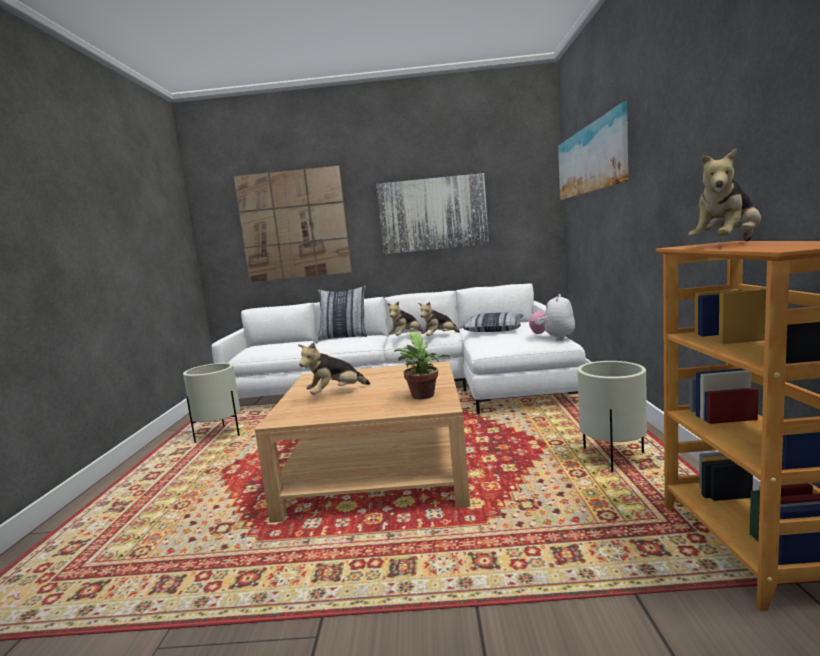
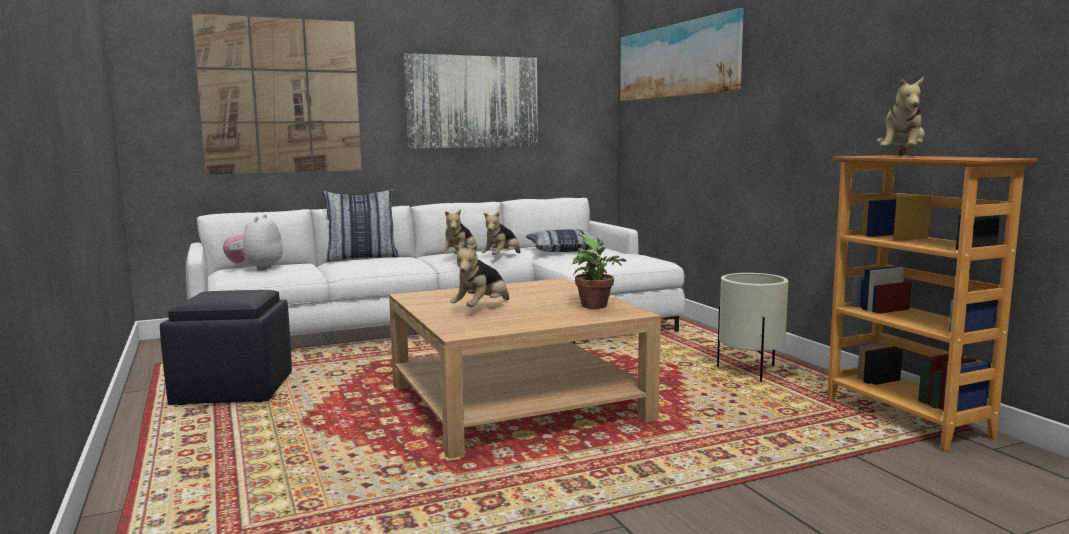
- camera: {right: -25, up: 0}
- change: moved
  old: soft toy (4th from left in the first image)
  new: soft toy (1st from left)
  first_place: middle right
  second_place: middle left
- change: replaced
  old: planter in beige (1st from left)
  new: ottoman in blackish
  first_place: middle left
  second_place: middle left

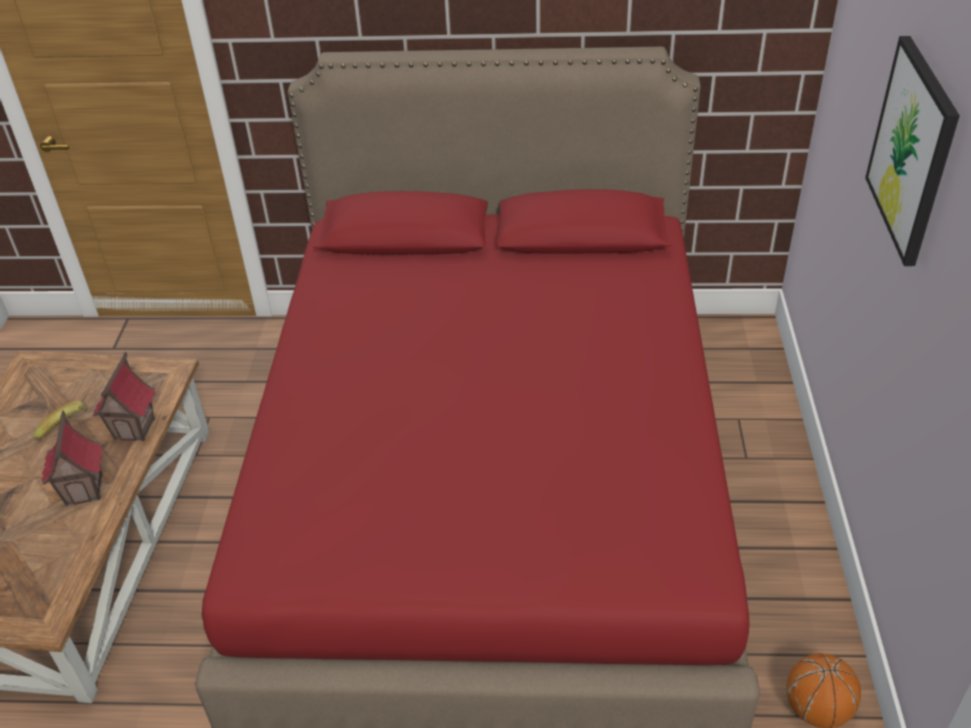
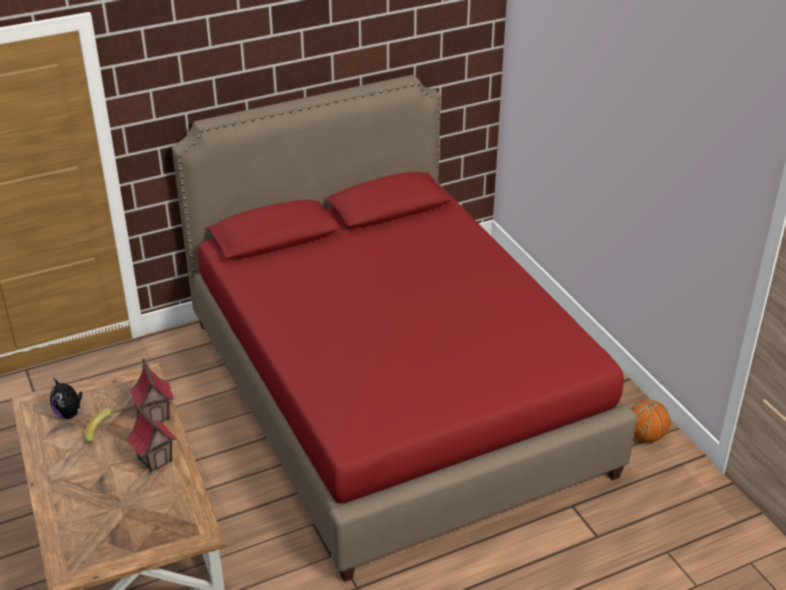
- camera: {right: -30, up: -5}
- change: removed
  old: picture
  first_place: top right
- change: added
  new: soft toy
  second_place: bottom left

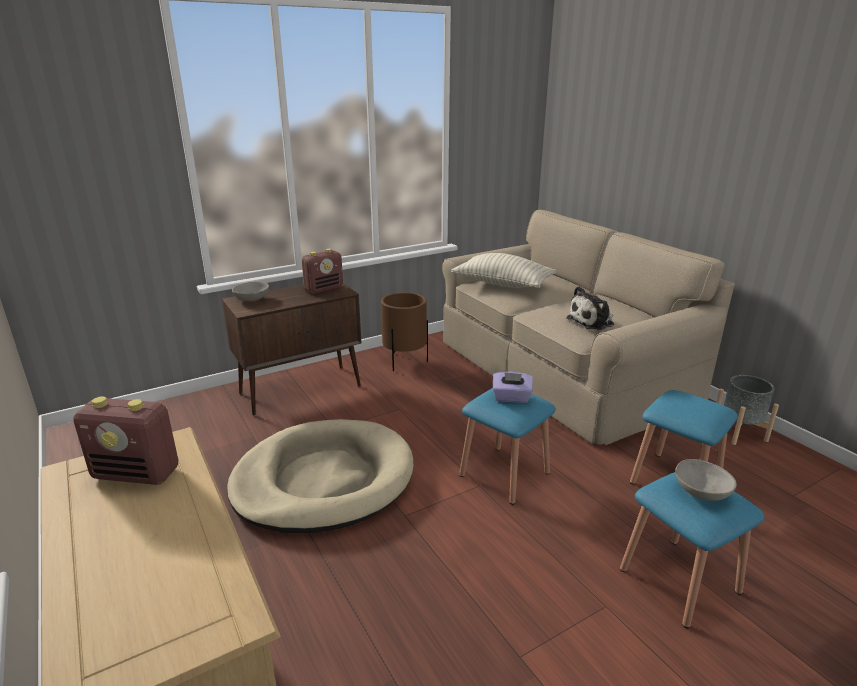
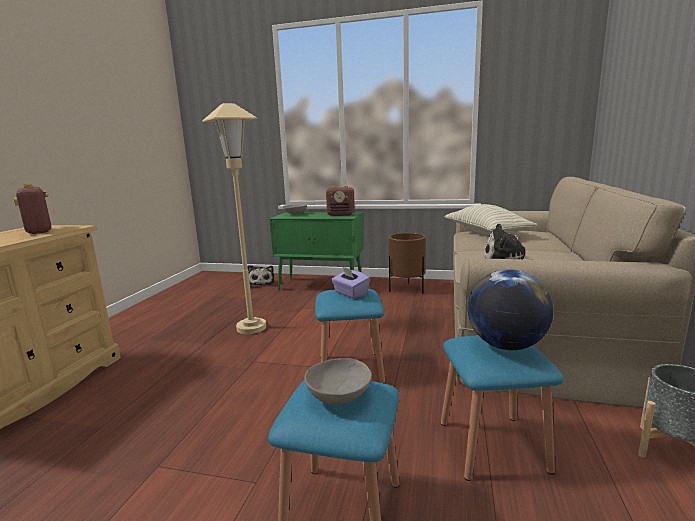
- camera: {right: 45, up: -10}
- change: recoloured
  old: cupboard in brownish
  new: cupboard in greenish
  first_place: centre
  second_place: centre
- change: replaced
  old: dog bed in beige
  new: standing lamp in beige
  first_place: bottom centre
  second_place: centre
- change: added
  new: soft toy (1st from left)
  second_place: centre
- change: added
  new: desk globe
  second_place: middle right

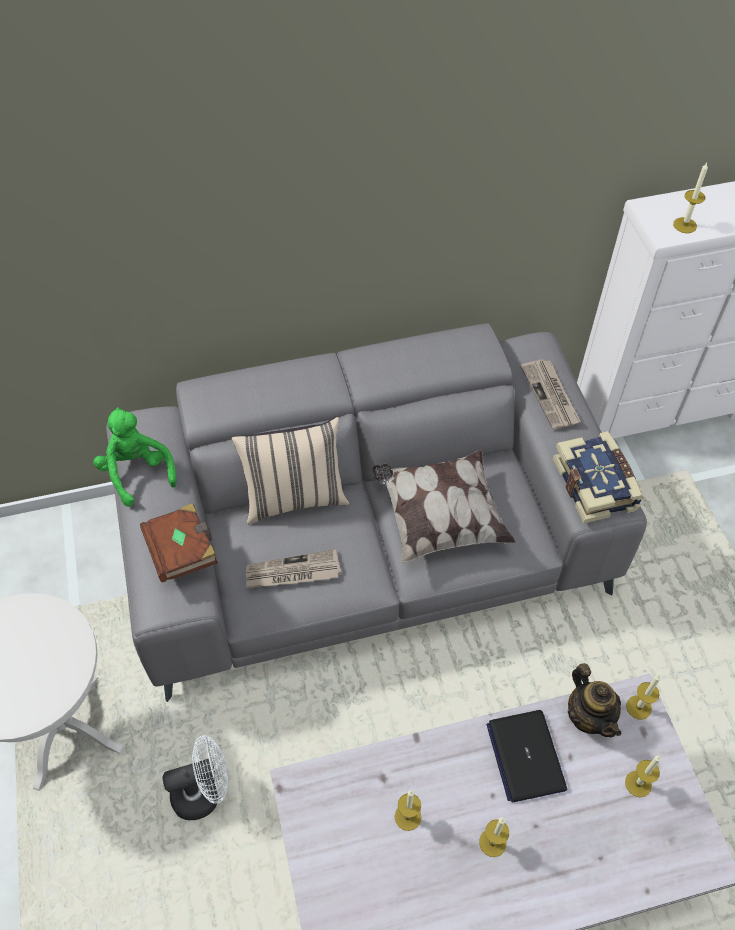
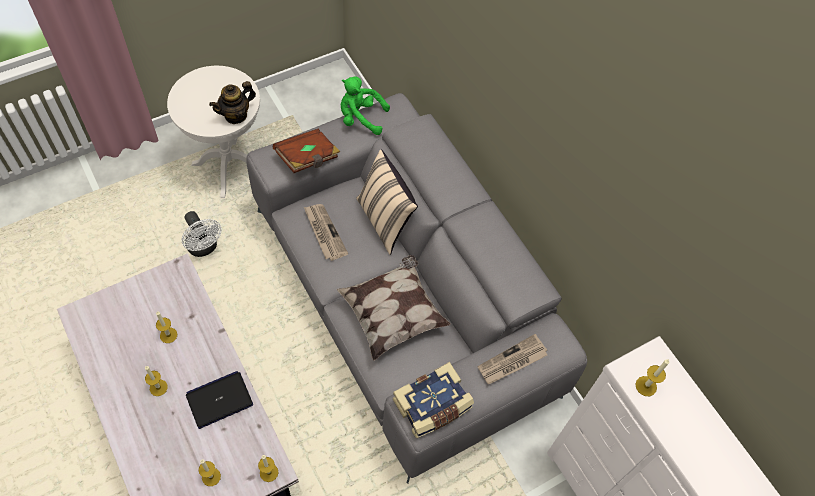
- camera: {right: 70, up: 5}
- change: turned
  old: soft toy in greenish
  first_place: middle left
  second_place: top centre
  degrees: -120
- change: moved
  old: teapot
  first_place: bottom right
  second_place: top left

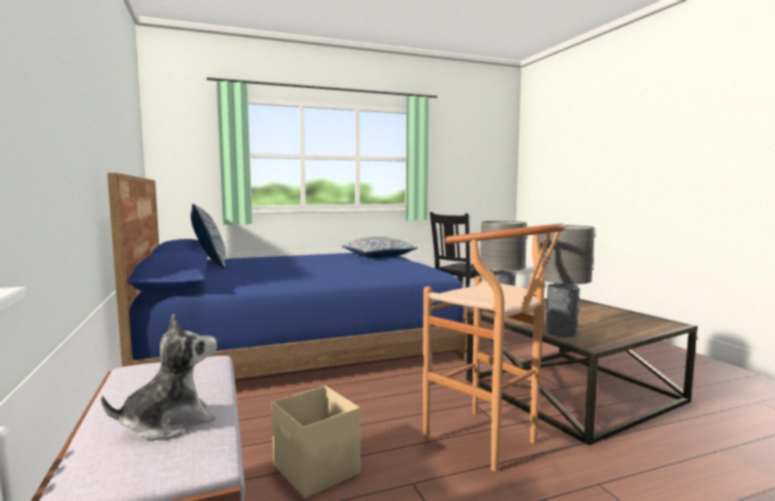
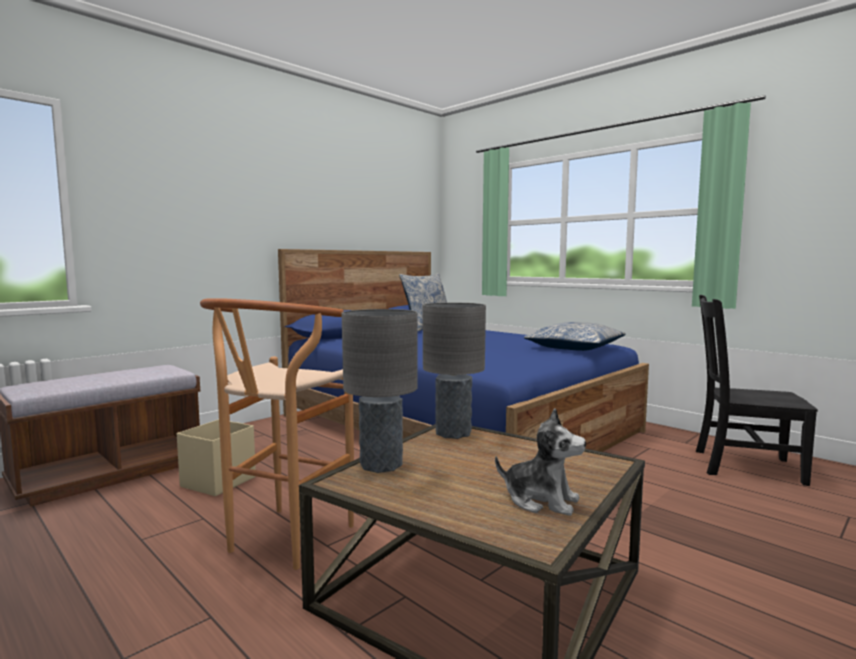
- camera: {right: 65, up: 0}
- change: moved
  old: soft toy
  first_place: bottom left
  second_place: bottom centre

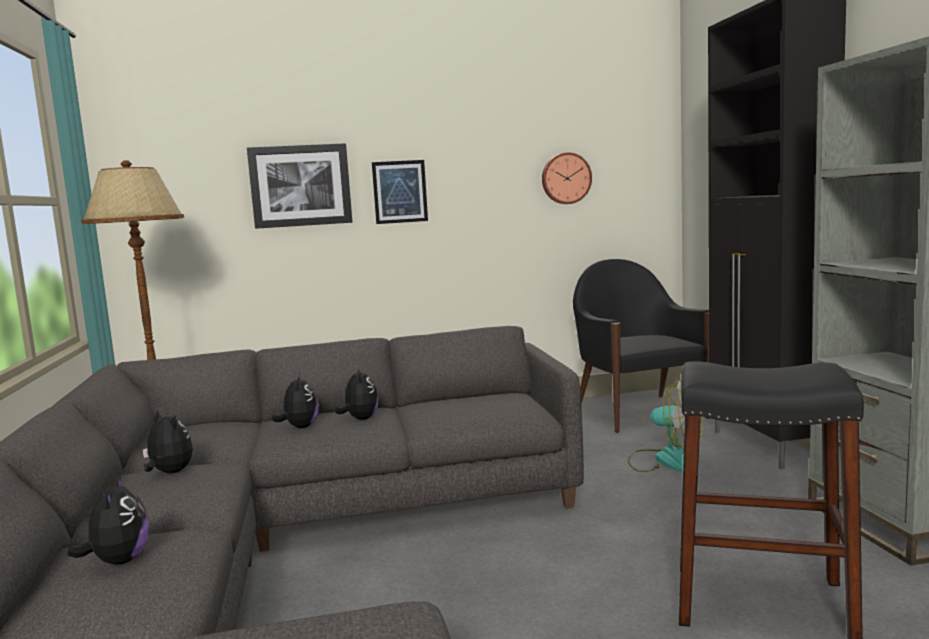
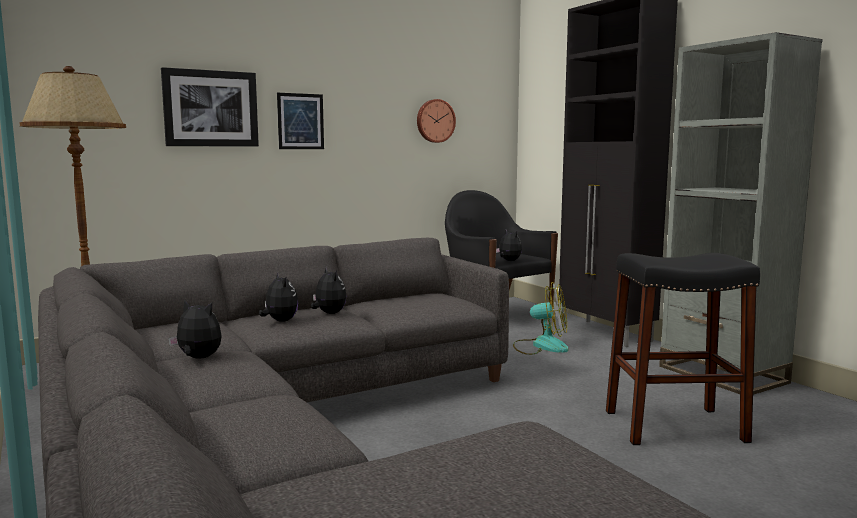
- camera: {right: -20, up: 0}
- change: moved
  old: soft toy (1st from left in the first image)
  new: soft toy (4th from left)
  first_place: bottom left
  second_place: centre

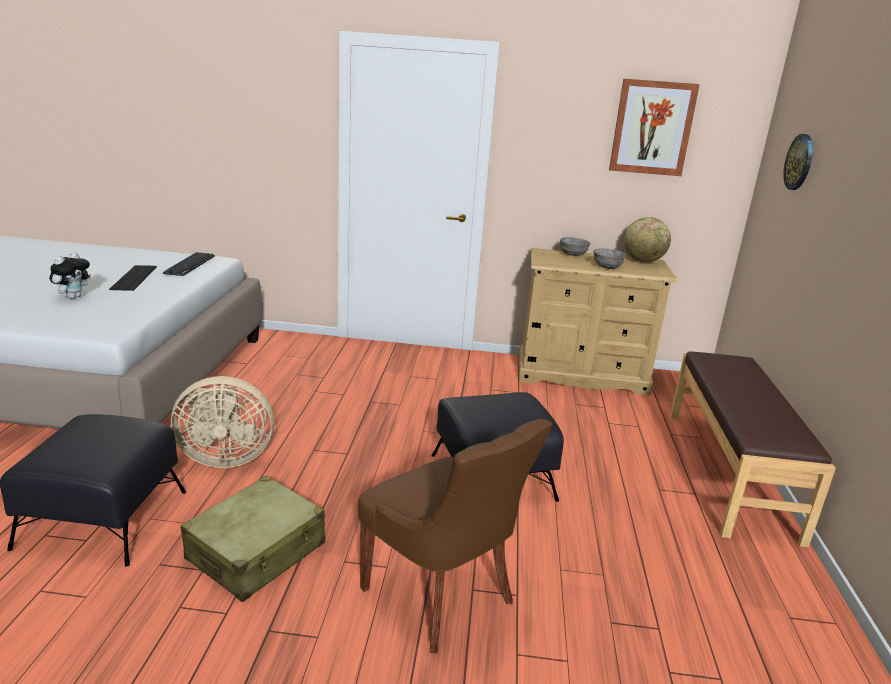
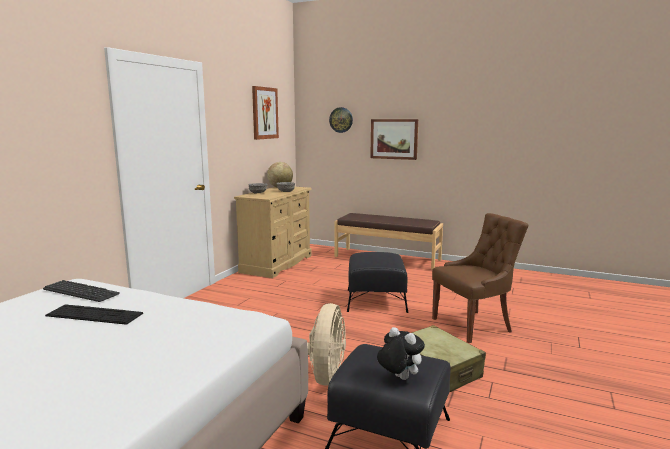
- camera: {right: -70, up: -10}
- change: moved
  old: soft toy
  first_place: middle left
  second_place: bottom centre
- change: added
  new: picture (2nd from left)
  second_place: top centre

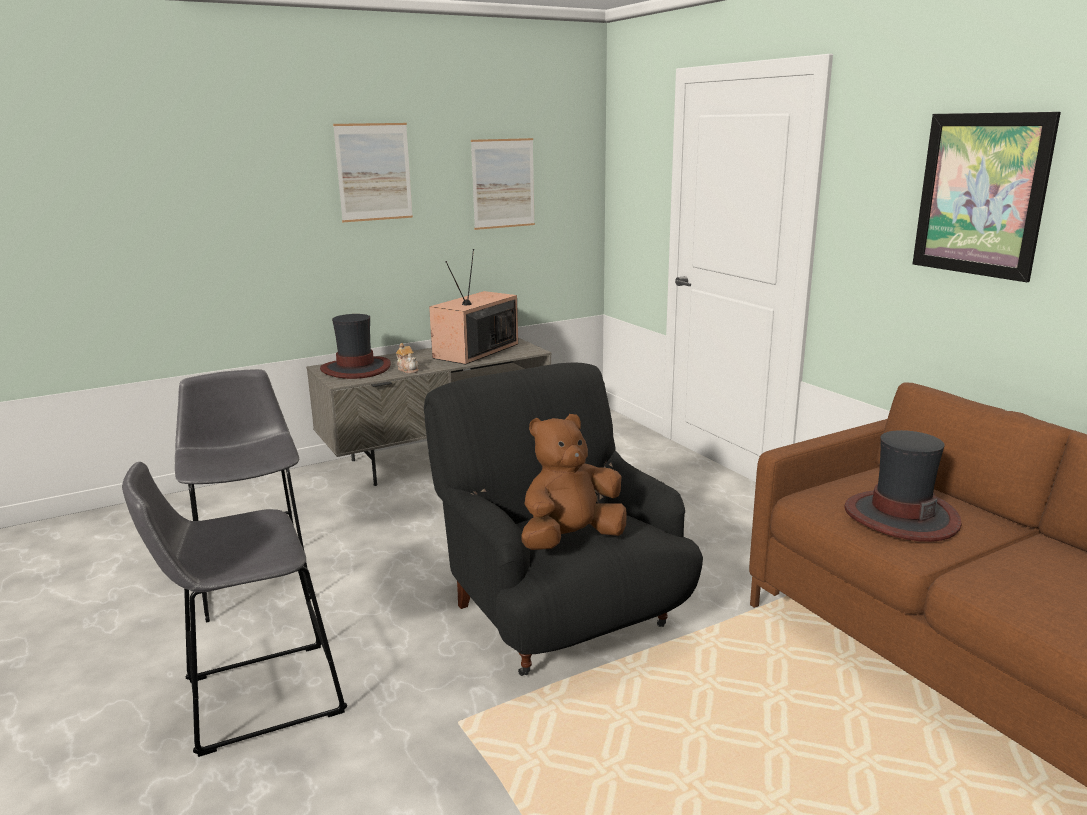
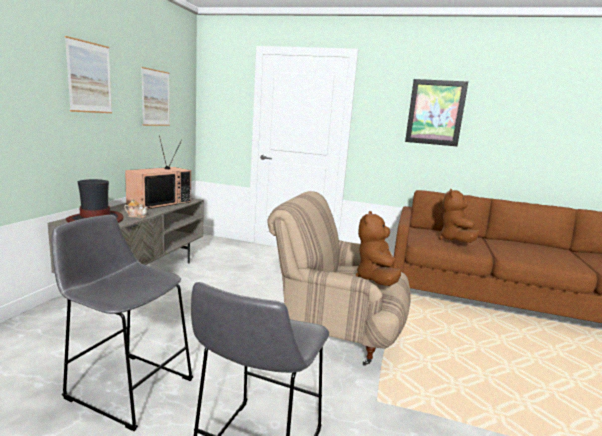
- camera: {right: -45, up: -5}
- change: turned
  old: TV set
  first_place: centre
  second_place: middle left
  degrees: -135
- change: recoloured
  old: lounge chair in blackish
  new: lounge chair in beige
  first_place: centre
  second_place: centre
- change: replaced
  old: clothing hat (2nd from left)
  new: soft toy in brownish (2nd from left)
  first_place: middle right
  second_place: middle right

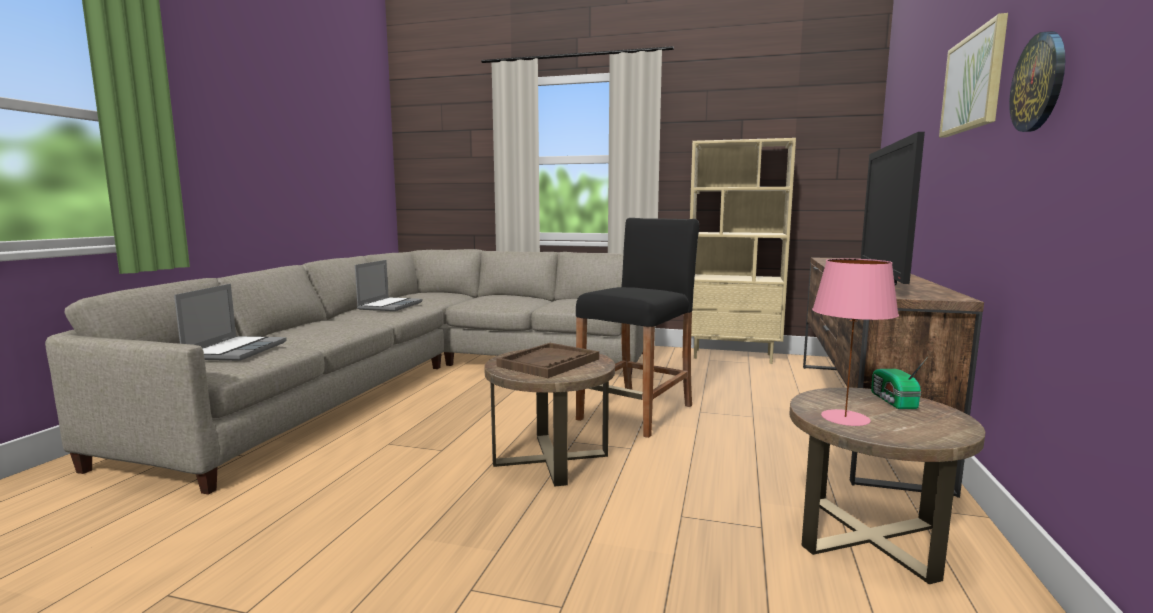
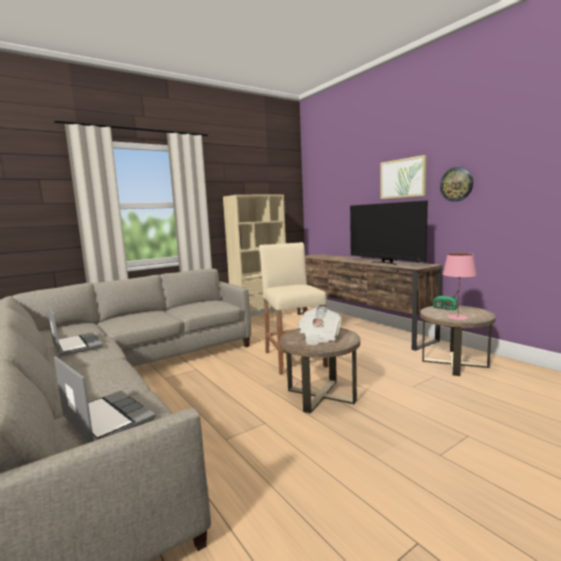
- camera: {right: -50, up: 0}
- change: recoloured
  old: stool seat in blackish
  new: stool seat in beige
  first_place: centre
  second_place: centre
- change: replaced
  old: carrying tray in brownish
  new: newspaper
  first_place: centre
  second_place: centre

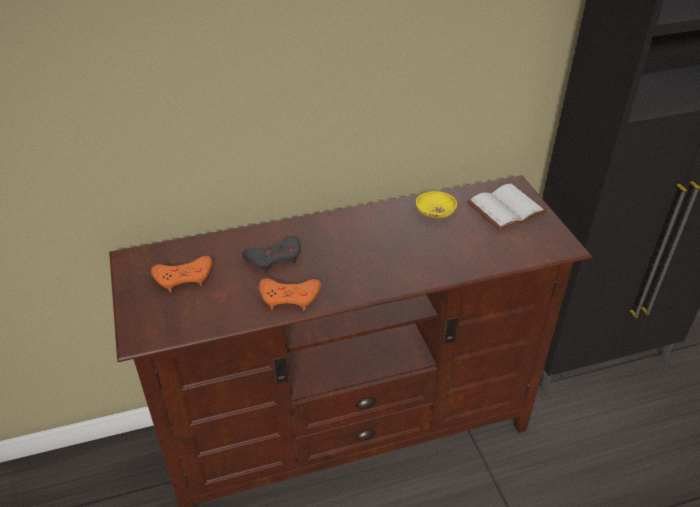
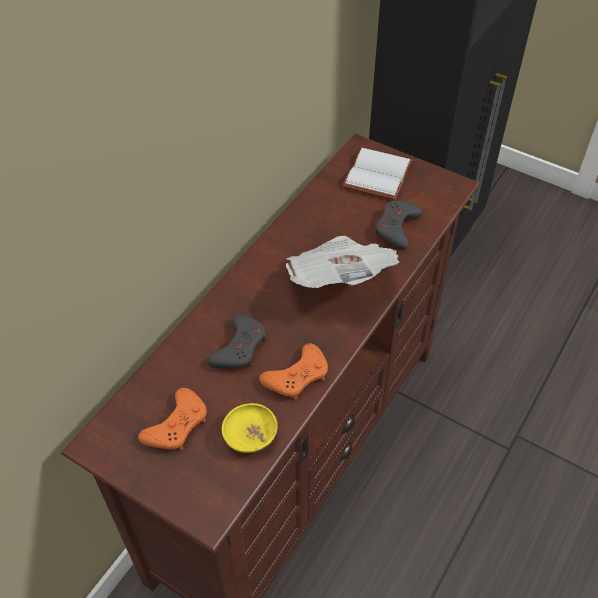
- camera: {right: -40, up: 10}
- change: moved
  old: serving bowl in yellowish
  first_place: centre
  second_place: bottom centre
- change: added
  new: gamepad in greyish (2nd from left)
  second_place: middle right
- change: added
  new: newspaper
  second_place: centre

